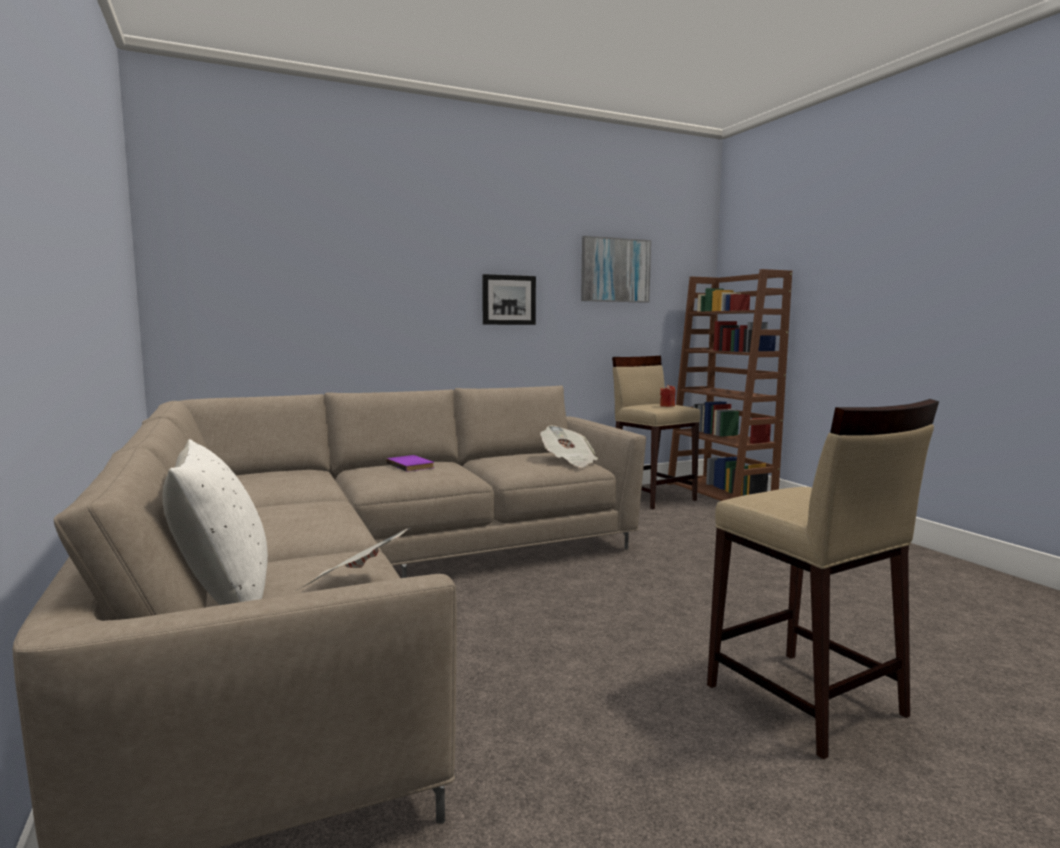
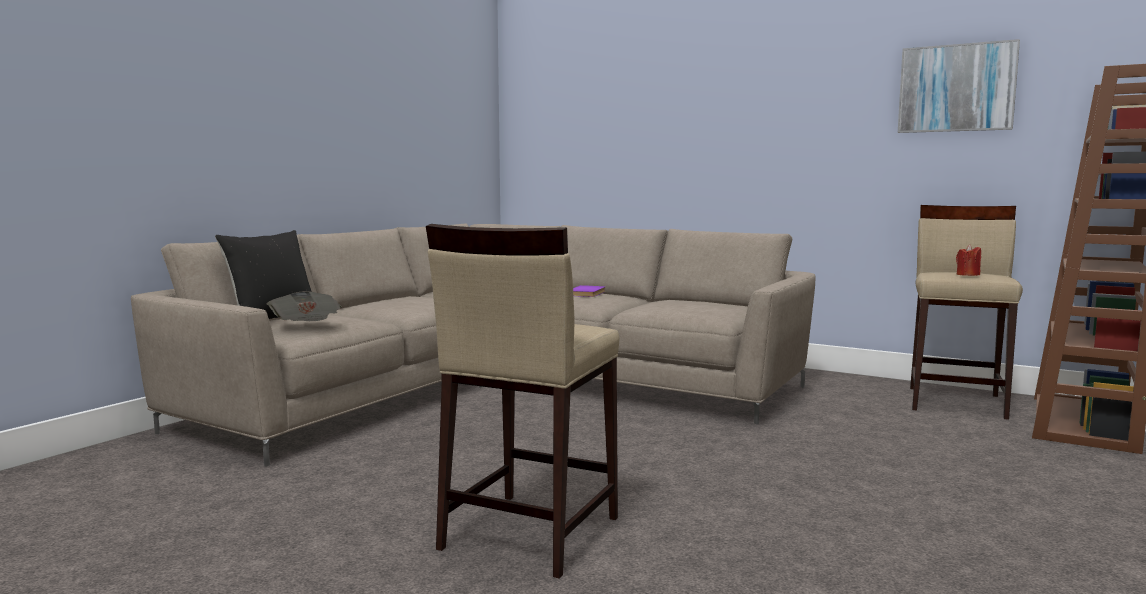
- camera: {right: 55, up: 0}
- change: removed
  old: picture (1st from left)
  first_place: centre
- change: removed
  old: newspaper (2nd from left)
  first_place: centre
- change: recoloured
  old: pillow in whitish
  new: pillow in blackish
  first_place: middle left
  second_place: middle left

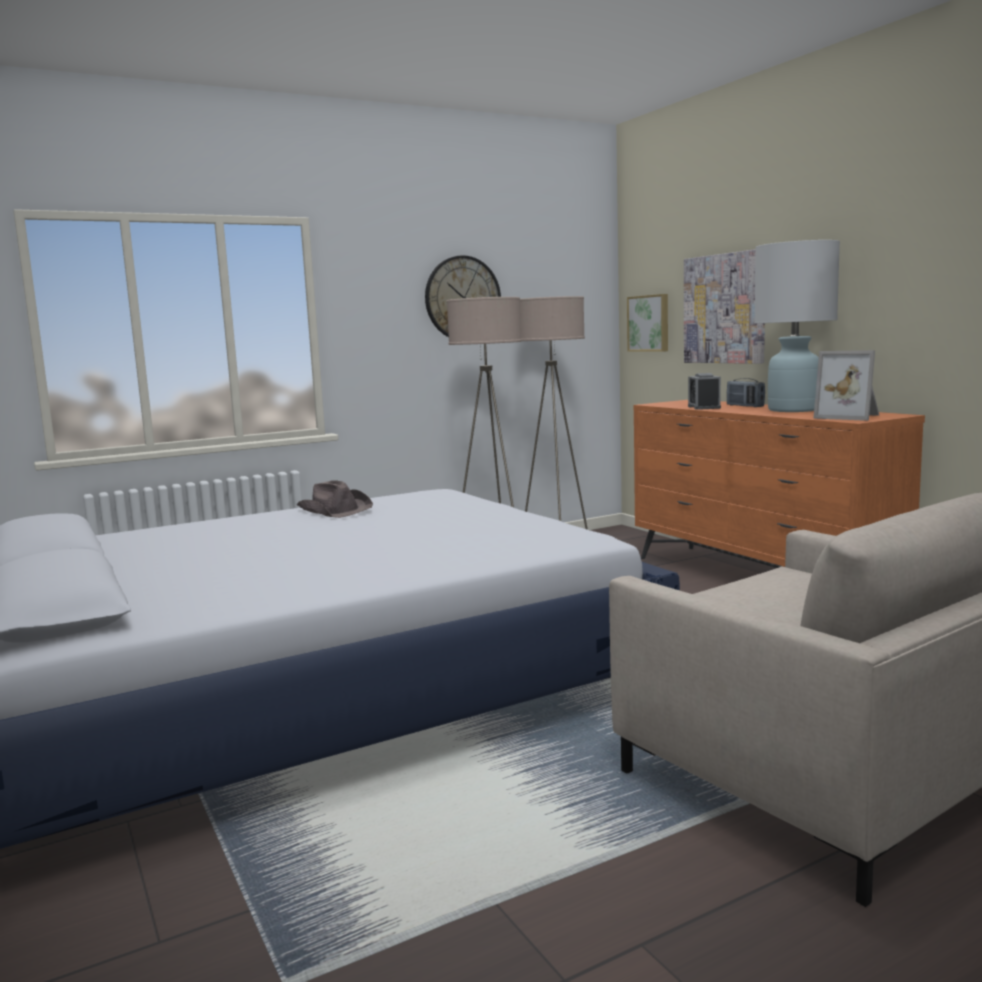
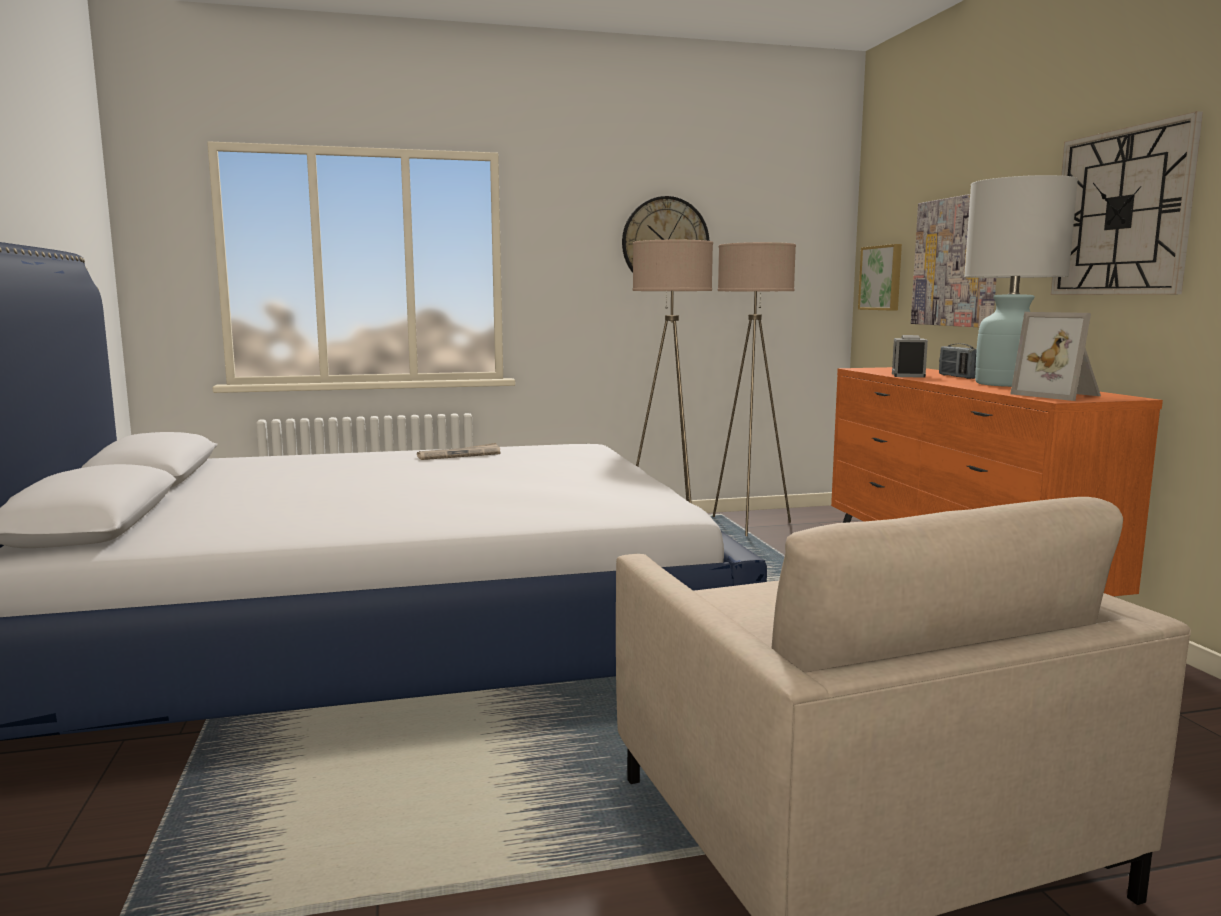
- camera: {right: 15, up: 0}
- change: replaced
  old: clothing hat in brownish
  new: newspaper
  first_place: centre
  second_place: centre
- change: added
  new: clock on the wall (2nd from left)
  second_place: top right

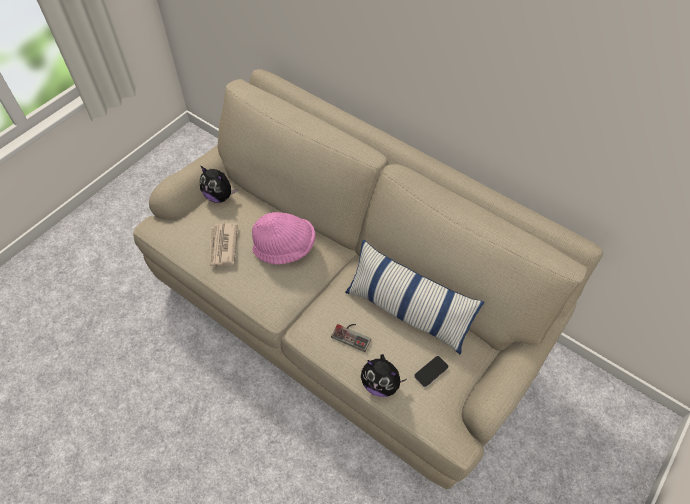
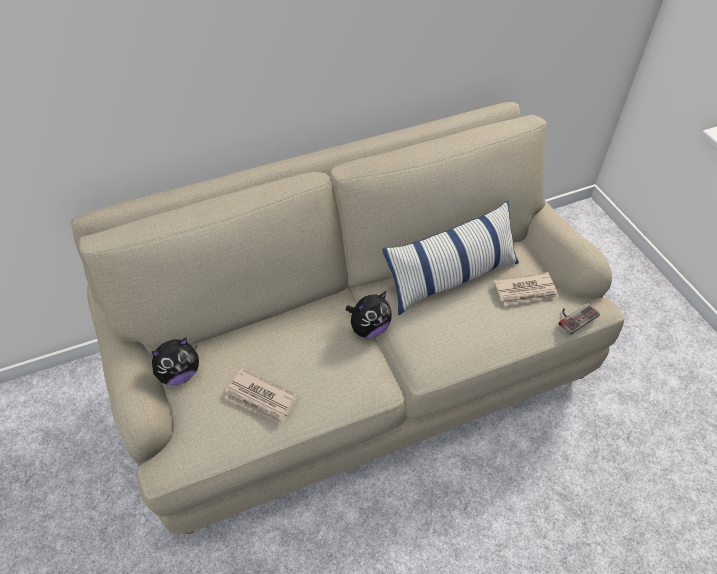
- camera: {right: -60, up: -5}
- change: removed
  old: clothing hat in pink
  first_place: centre
- change: moved
  old: gamepad
  first_place: bottom centre
  second_place: middle right
- change: moved
  old: soft toy (2nd from left)
  first_place: bottom centre
  second_place: centre
- change: replaced
  old: telephone
  new: newspaper (2nd from left)
  first_place: bottom centre
  second_place: middle right

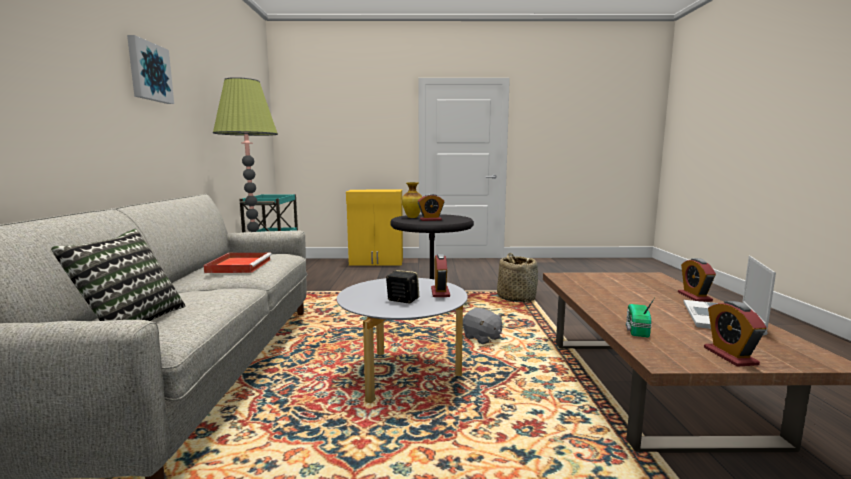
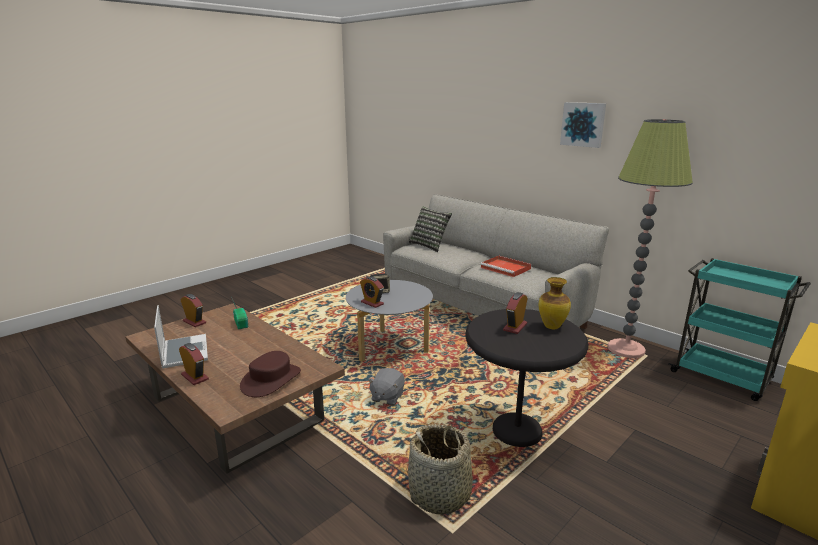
- camera: {right: 135, up: 10}
- change: turned
  old: soft toy in greyish
  first_place: bottom centre
  second_place: bottom centre
  degrees: -75
- change: added
  new: clothing hat in brownish
  second_place: bottom left

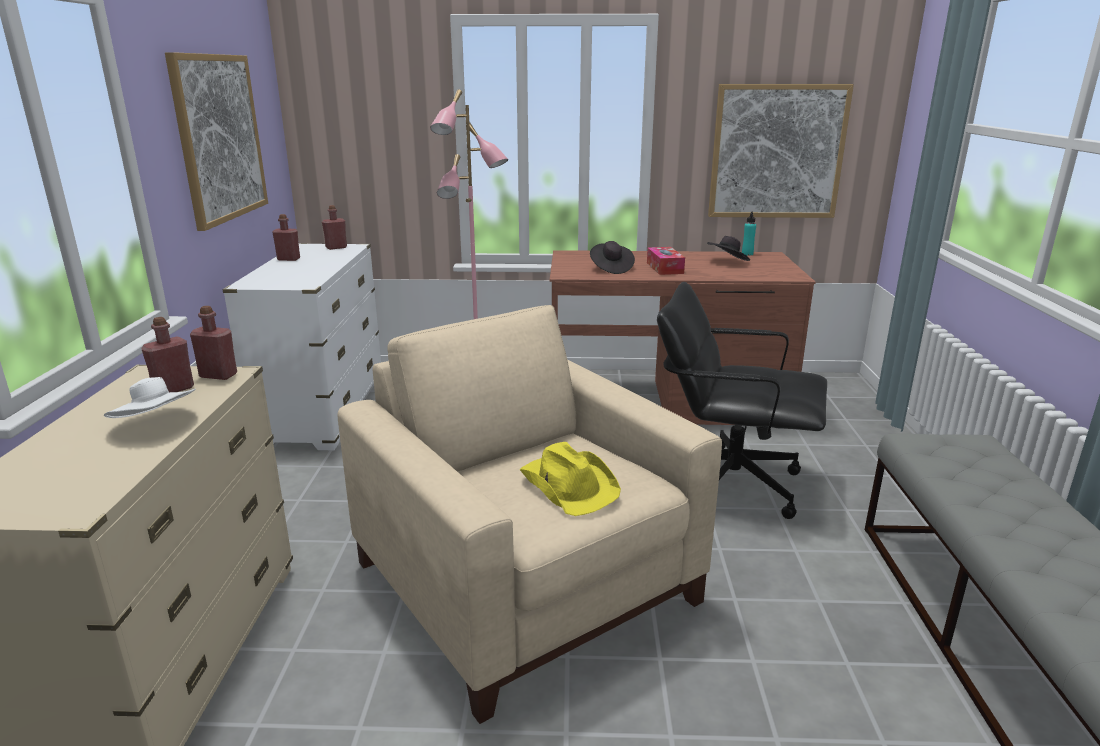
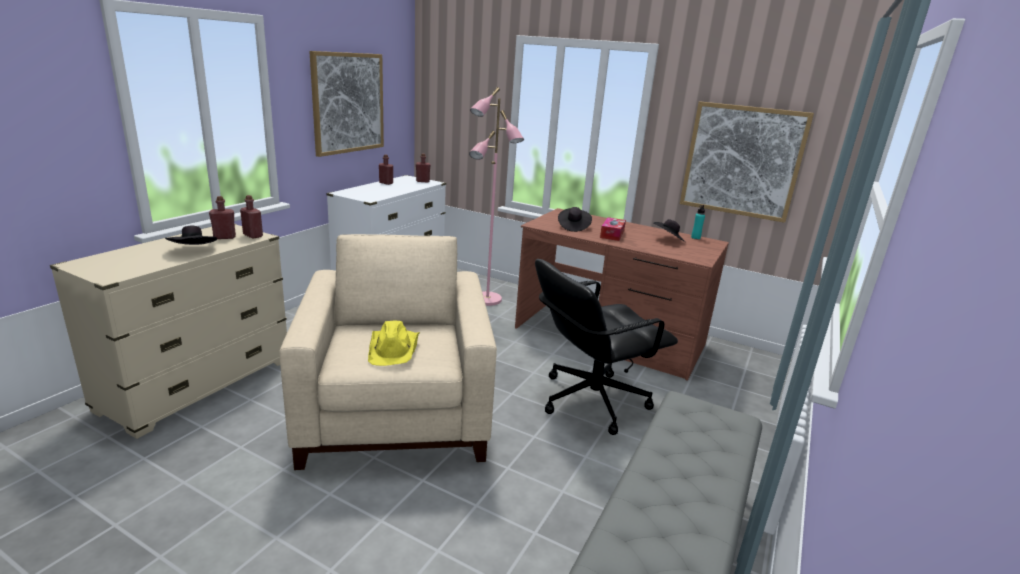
- camera: {right: 25, up: 0}
- change: turned
  old: desk chair in blackish
  first_place: middle right
  second_place: centre
  degrees: -75
- change: recoloured
  old: clothing hat in whitish
  new: clothing hat in blackish (1st from left)
  first_place: middle left
  second_place: middle left

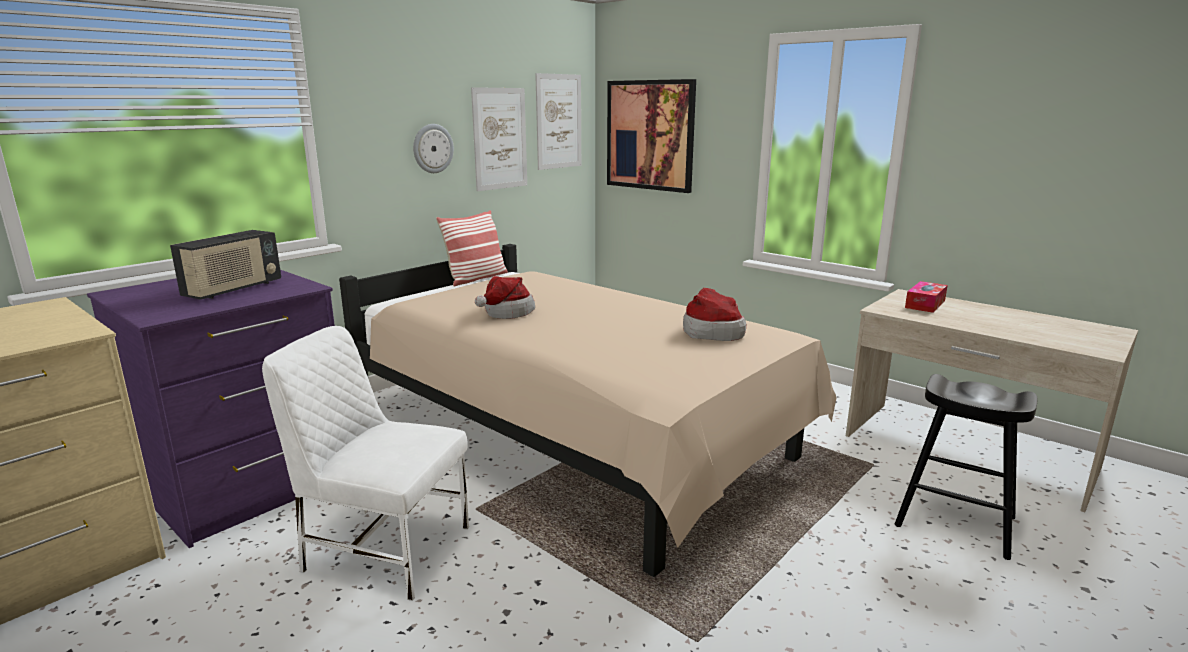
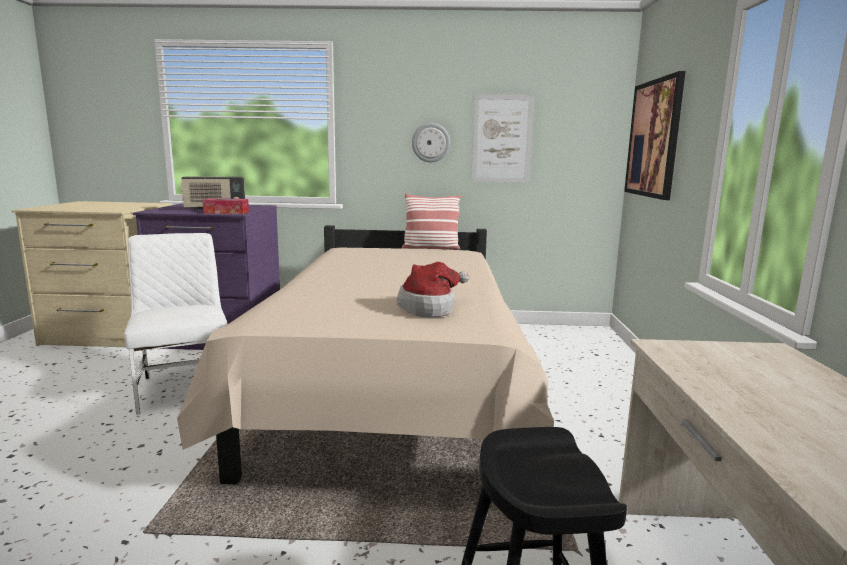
- camera: {right: 50, up: -5}
- change: removed
  old: picture (2nd from left)
  first_place: top centre
- change: removed
  old: clothing hat (1st from left)
  first_place: centre
- change: moved
  old: tissue box
  first_place: middle right
  second_place: middle left

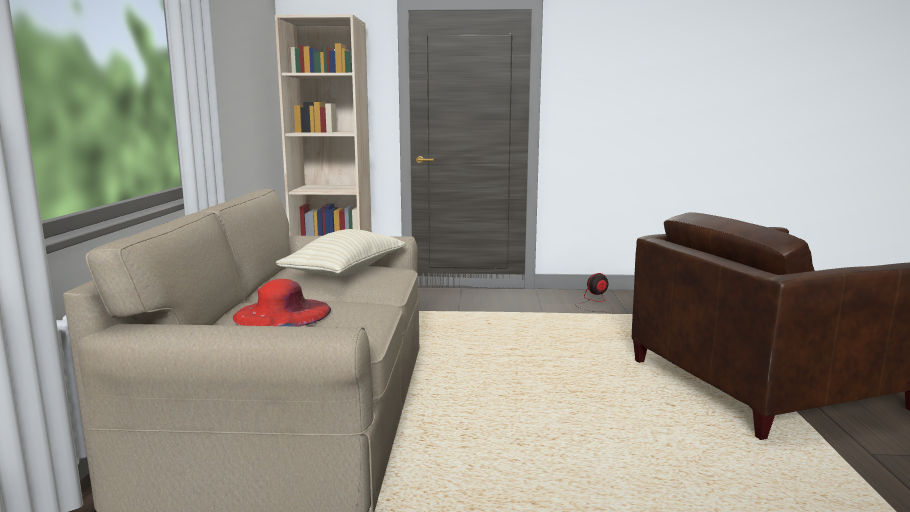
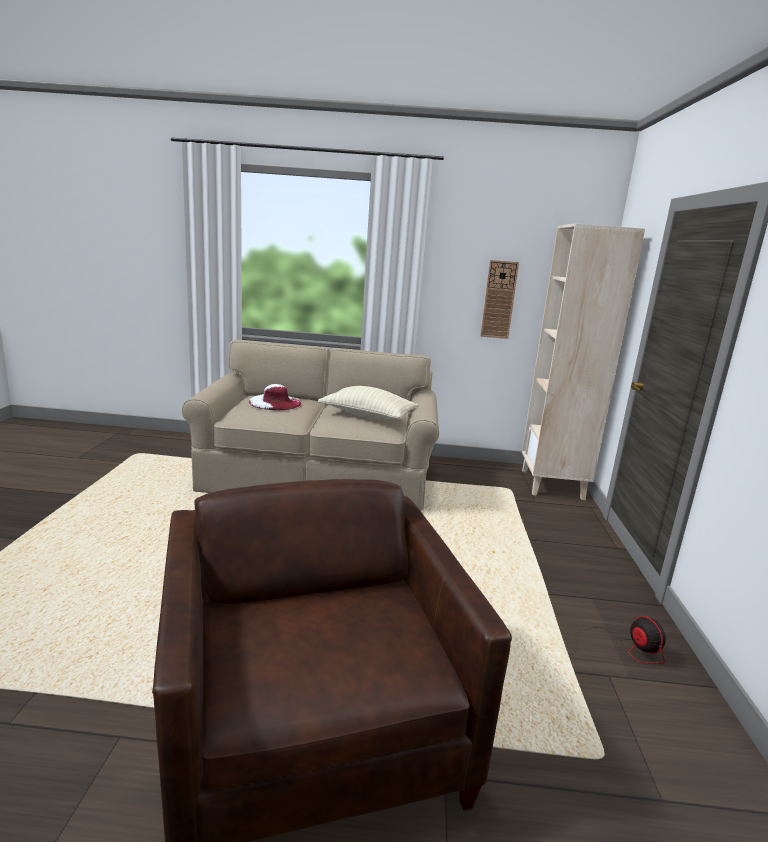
- camera: {right: 90, up: 5}
- change: recoloured
  old: clothing hat in red-coloured
  new: clothing hat in whitish
  first_place: middle left
  second_place: centre
- change: added
  new: clock on the wall
  second_place: centre

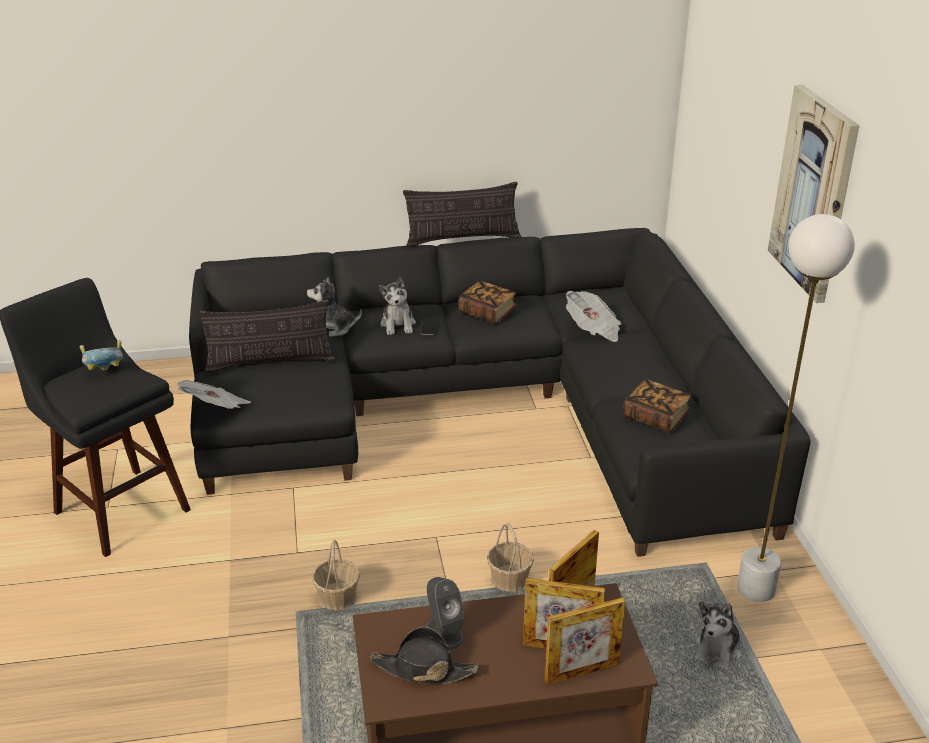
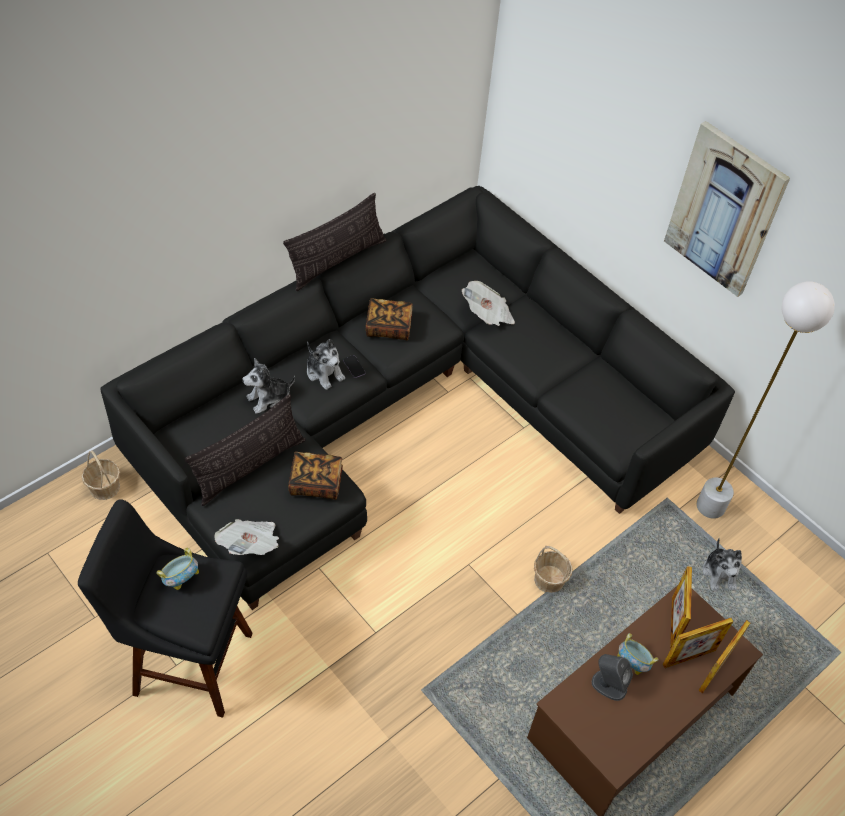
- camera: {right: -35, up: 20}
- change: moved
  old: book (2nd from left in the first image)
  new: book (1st from left)
  first_place: middle right
  second_place: centre
- change: moved
  old: household basket (1st from left)
  first_place: bottom centre
  second_place: middle left
- change: removed
  old: clothing hat in blackish
  first_place: bottom centre
- change: added
  new: serving bowl (2nd from left)
  second_place: bottom right

